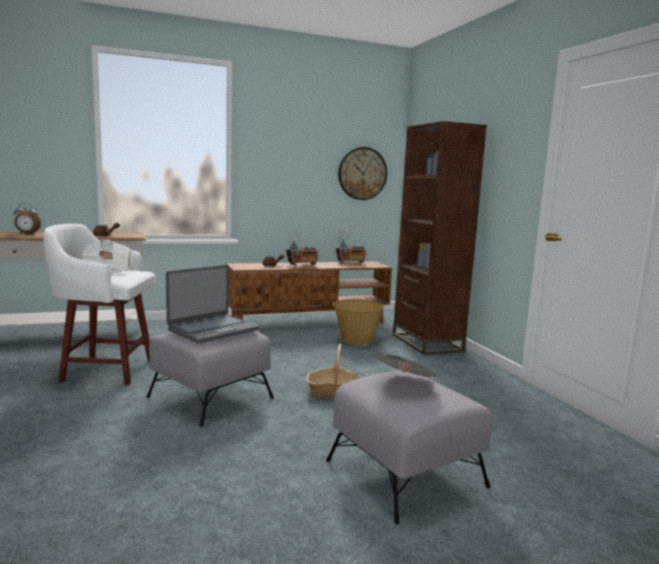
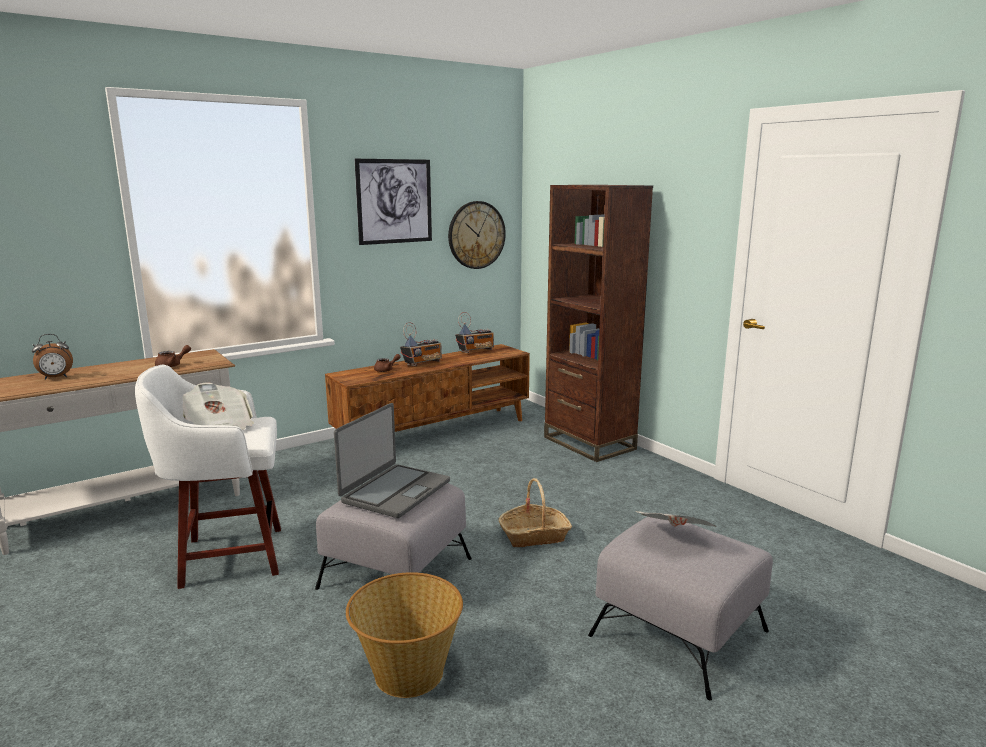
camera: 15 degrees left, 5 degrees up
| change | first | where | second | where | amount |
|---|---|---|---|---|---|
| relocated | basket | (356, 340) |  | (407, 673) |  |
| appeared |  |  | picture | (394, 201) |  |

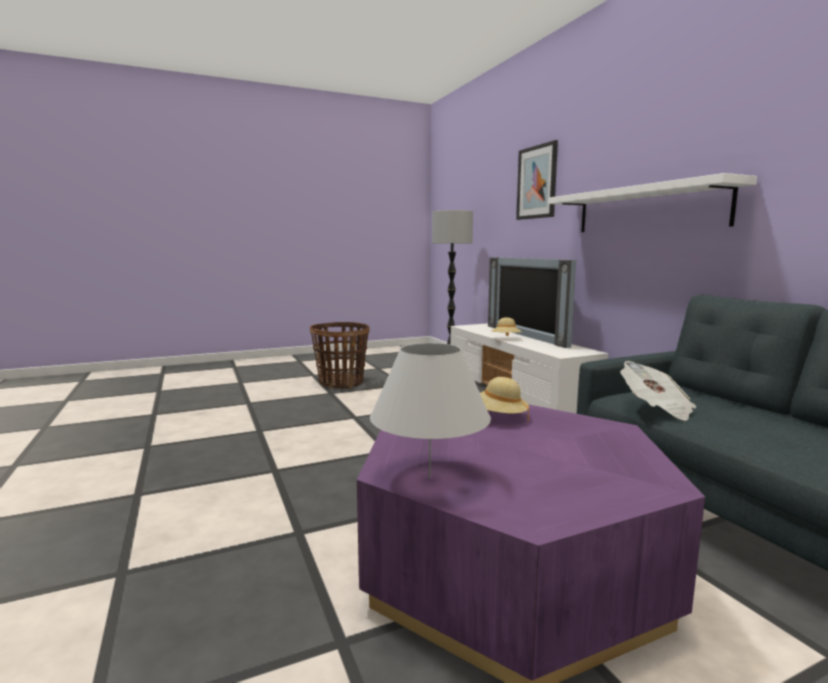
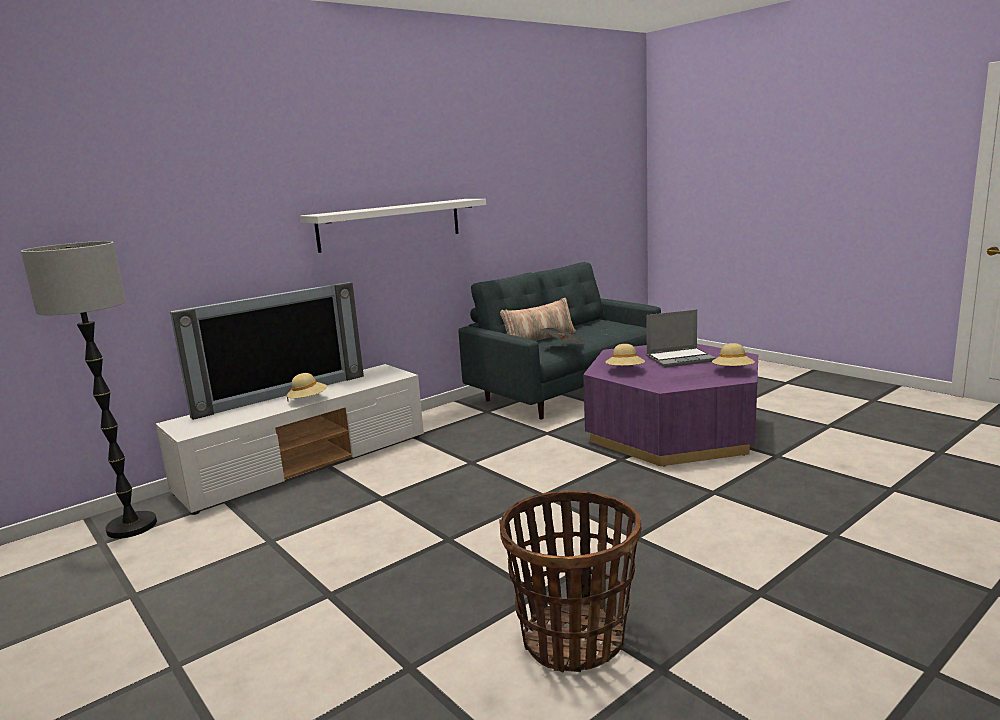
camera: 105 degrees left, 5 degrees up
| change | first | where | second | where | amount |
|---|---|---|---|---|---|
| relocated | basket | (341, 383) |  | (573, 639) |  |
| exchanged | white_table_lamp | (429, 477) | beige_hat | (733, 371) |  |
| missing | picture | (537, 182) |  |  |  |
| appeared |  |  | pillow | (539, 339) |  |
| appeared |  |  | laptop | (680, 359) |  |

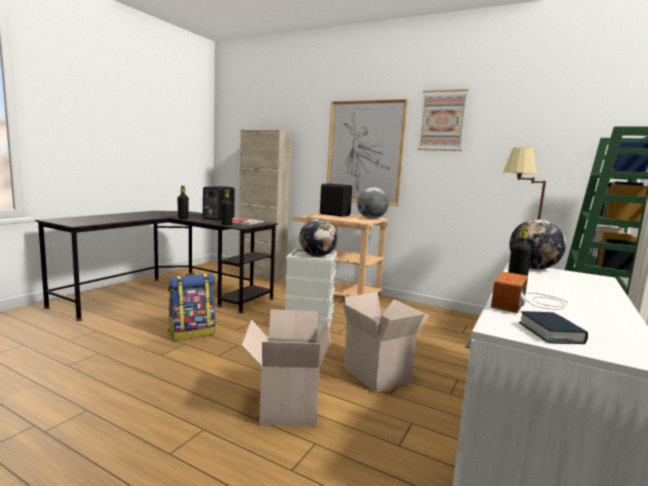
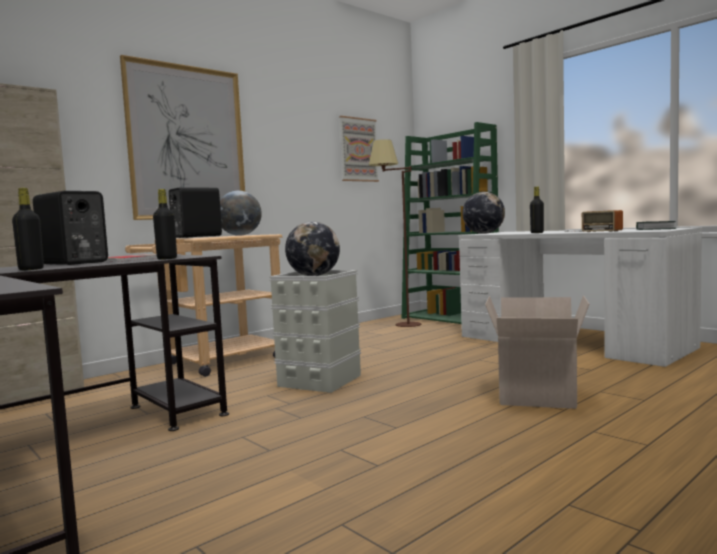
camera: 70 degrees left, 5 degrees down
| change | first | where | second | where | amount |
|---|---|---|---|---|---|
| missing | backpack | (192, 333) |  |  |  |
| missing | cardboard_box | (379, 374) |  |  |  |
| relocated | picture | (442, 120) |  | (358, 150) |  |

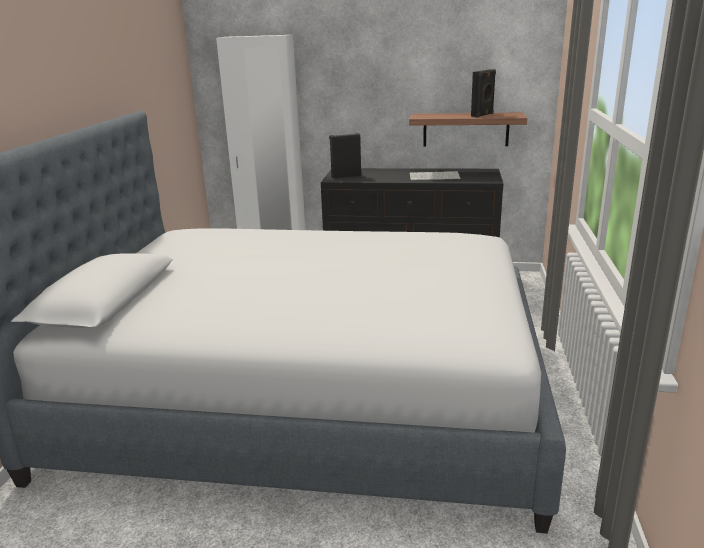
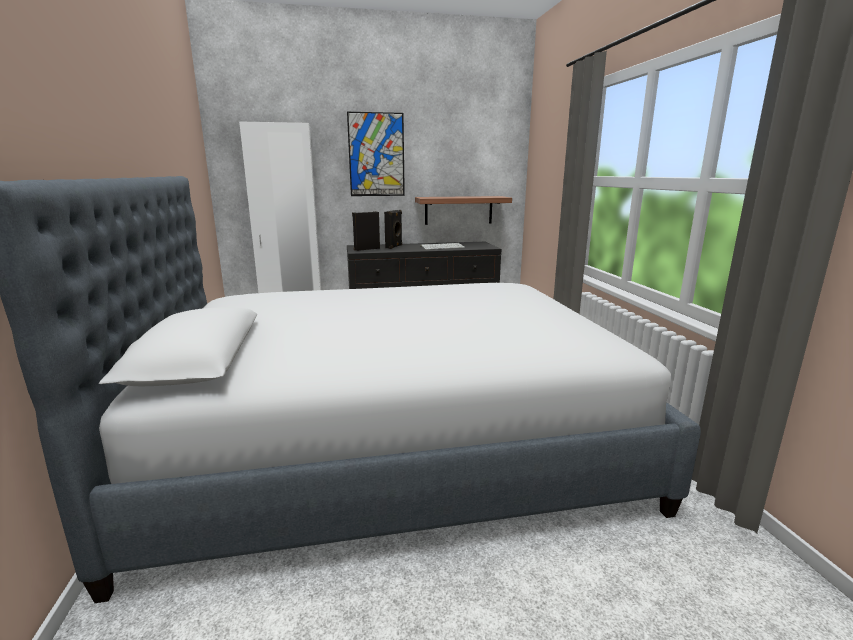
camera: 20 degrees left, 5 degrees down
| change | first | where | second | where | amount |
|---|---|---|---|---|---|
| relocated | black_speaker | (483, 115) |  | (394, 246) |  |
| appeared |  |  | picture | (376, 155) |  |

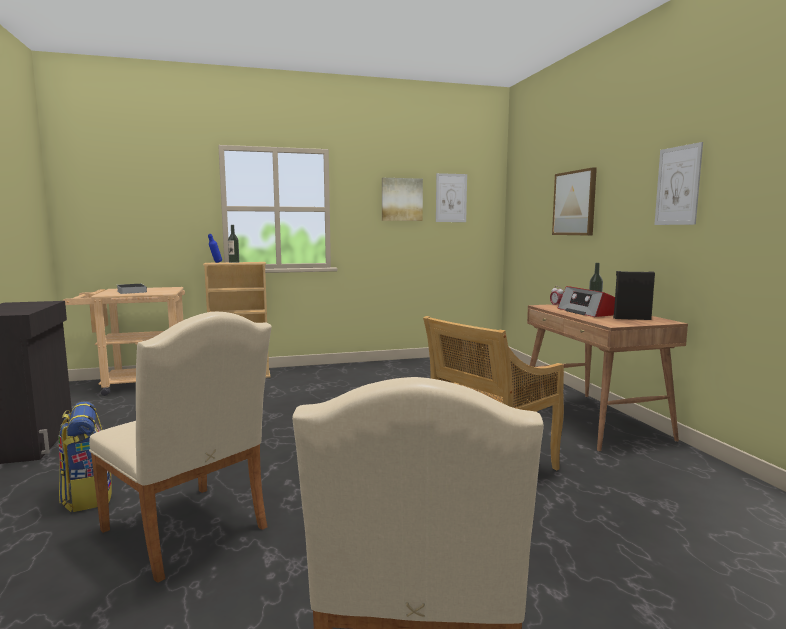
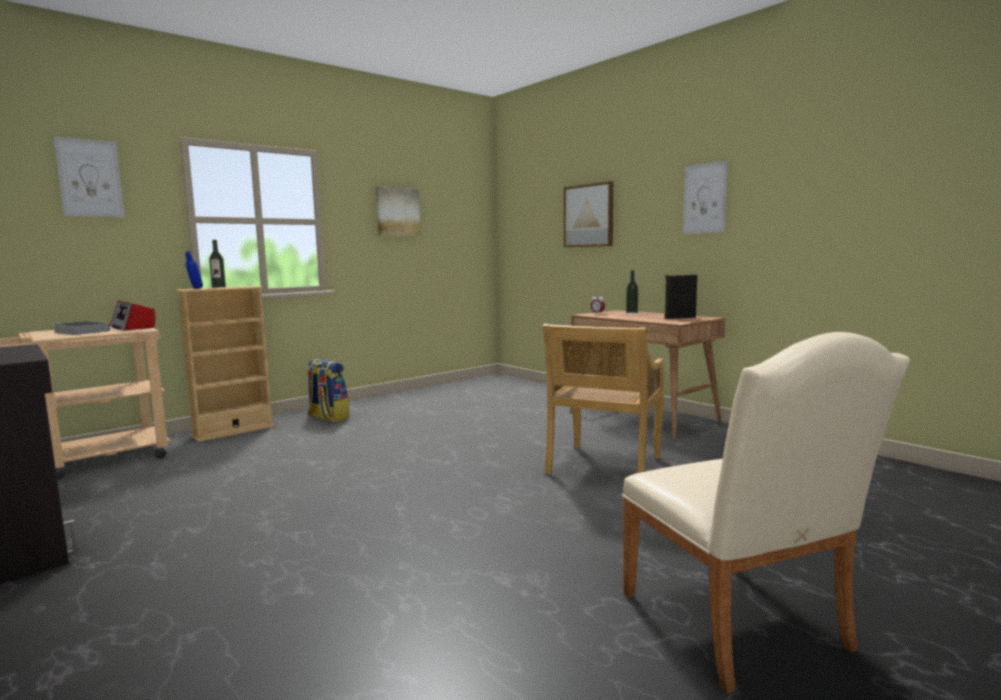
camera: 25 degrees left, 0 degrees up
| change | first | where | second | where | amount |
|---|---|---|---|---|---|
| relocated | backpack | (88, 496) |  | (327, 417) |  |
| missing | beige_chair | (189, 533) |  |  |  |
| relocated | picture | (451, 198) |  | (90, 178) |  |
| relocated | radio | (586, 312) |  | (133, 327) |  |

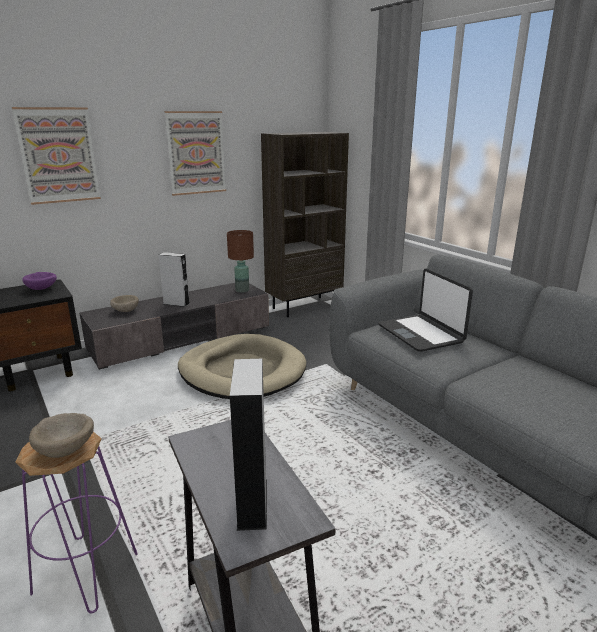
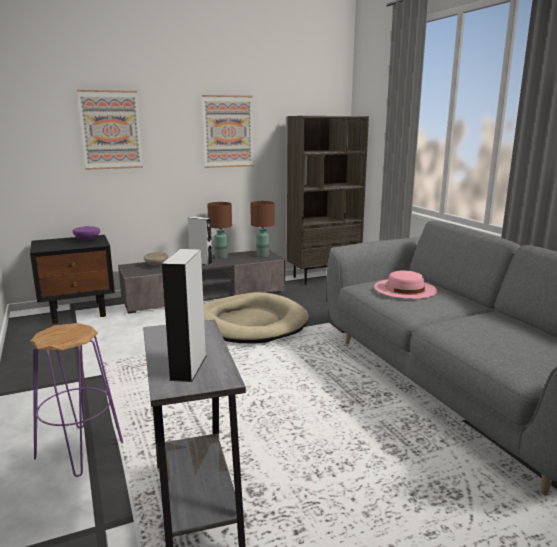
camera: 10 degrees right, 5 degrees down
| change | first | where | second | where | amount |
|---|---|---|---|---|---|
| missing | beige_bowl | (67, 449) |  |  |  |
| exchanged | laptop | (421, 333) | pink_hat | (405, 288) |  |
| appeared |  |  | brown_table_lamp | (221, 257) |  |

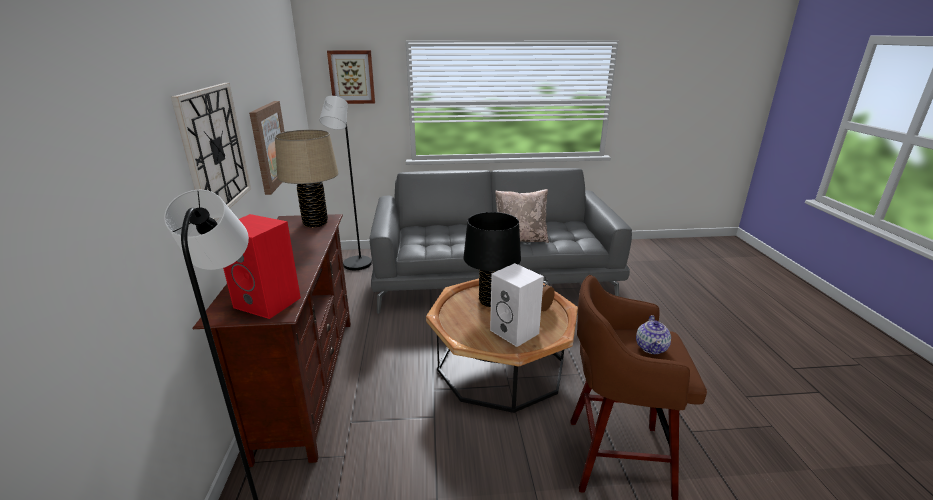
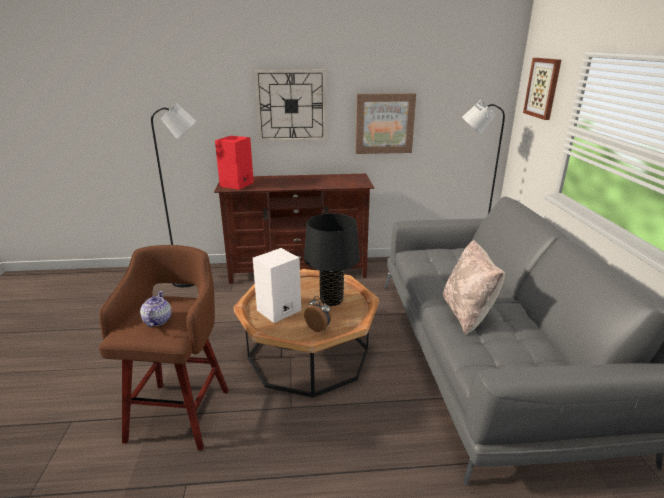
camera: 90 degrees right, 0 degrees up
| change | first | where | second | where | amount |
|---|---|---|---|---|---|
| missing | beige_table_lamp | (315, 223) |  |  |  |
| spun | teapot | (651, 347) |  | (157, 321) | 75 degrees clockwise |

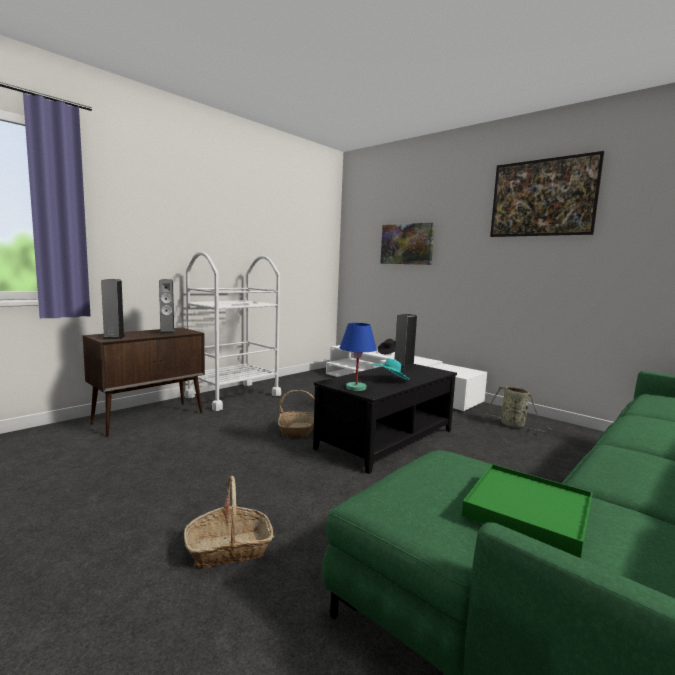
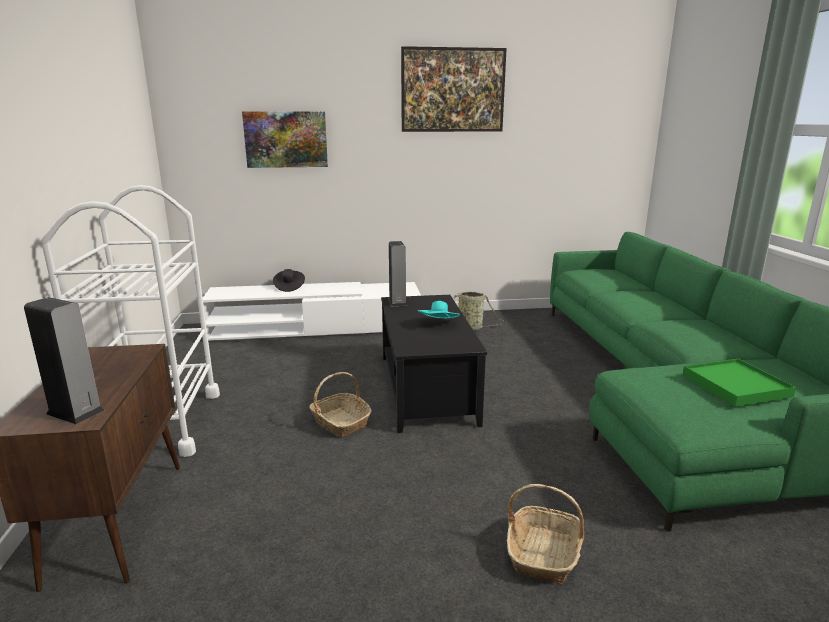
camera: 50 degrees left, 10 degrees up
| change | first | where | second | where | amount |
|---|---|---|---|---|---|
| missing | speaker | (167, 332) |  |  |  |
| missing | blue_table_lamp | (355, 388) |  |  |  |

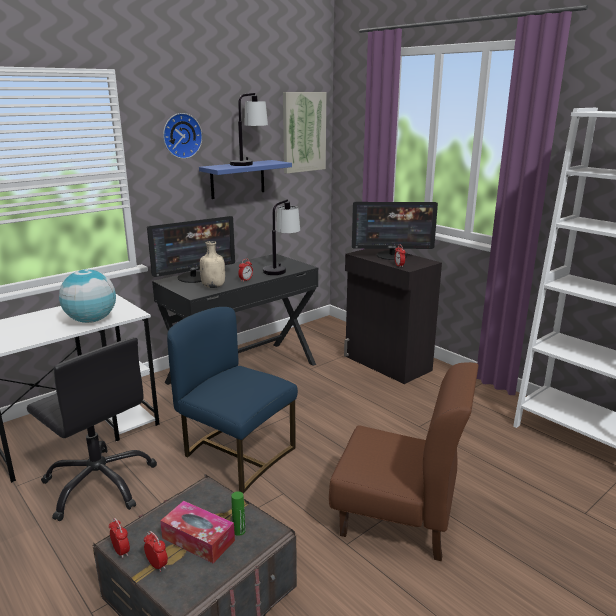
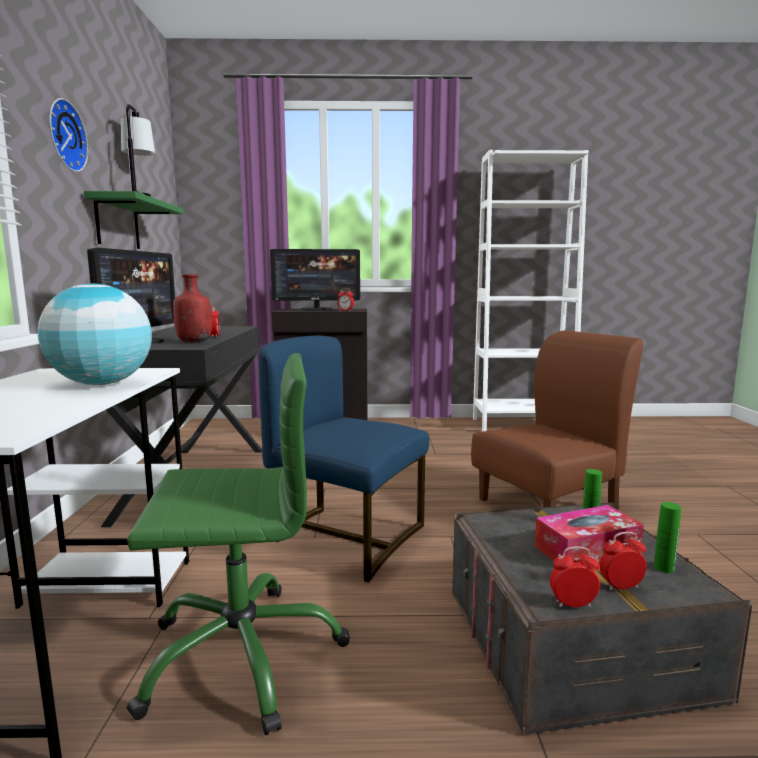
camera: 50 degrees left, 10 degrees down
| change | first | where | second | where | amount |
|---|---|---|---|---|---|
| colour | black_office_chair | (100, 483) | green_office_chair | (242, 654) |  |
| spun | blue_chair | (236, 455) |  | (345, 537) | 45 degrees clockwise |
| colour | blue_shelf | (237, 179) | green_shelf | (117, 223) |  |
| colour | beige_bottle | (213, 286) | red_bottle | (194, 342) |  |
| missing | table_lamp | (281, 269) |  |  |  |
| missing | picture | (303, 132) |  |  |  |
| spun | monitor | (392, 255) |  | (317, 309) | 45 degrees clockwise |
| appeared |  |  | green_bottle | (664, 568) |  |

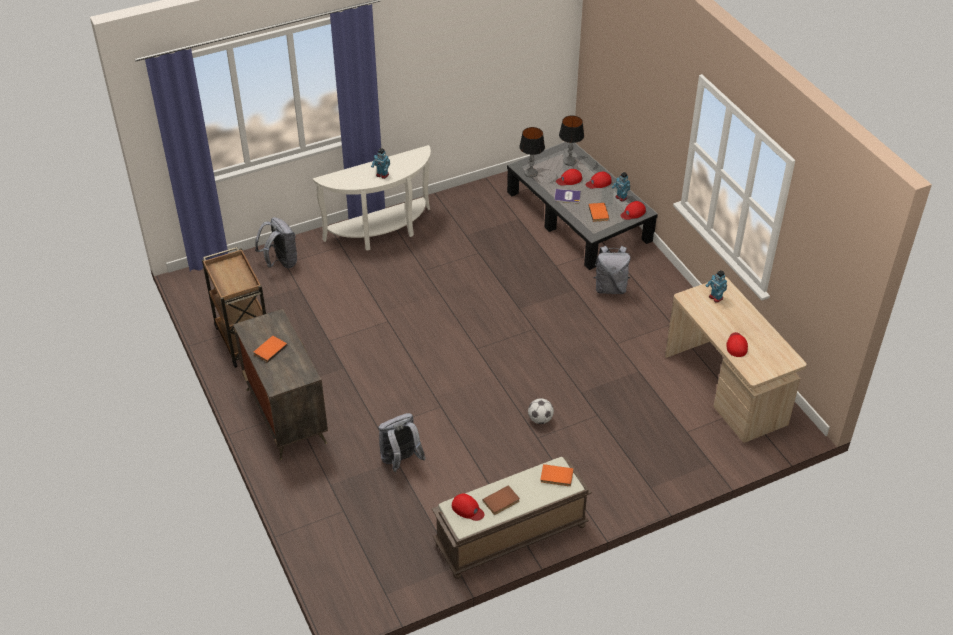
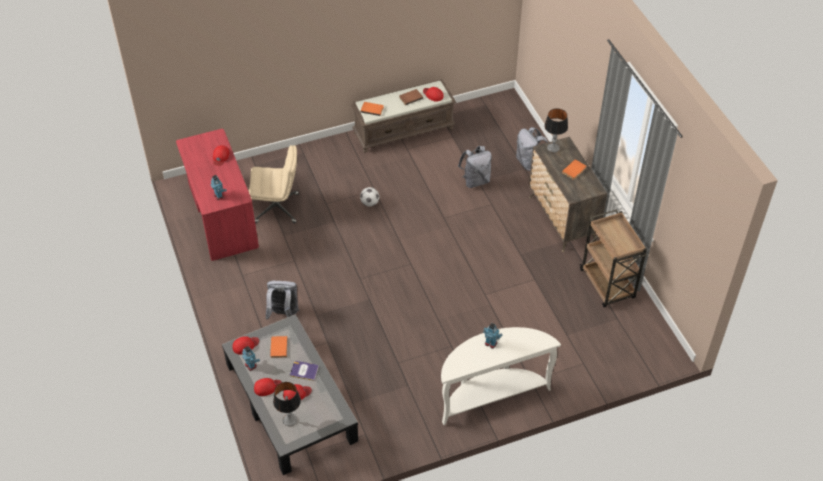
camera: 175 degrees left, 5 degrees up
| change | first | where | second | where | amount |
|---|---|---|---|---|---|
| relocated | grey_backpack | (280, 262) |  | (529, 163) |  |
| relocated | table_lamp | (531, 173) |  | (553, 148) |  |
| colour | beige_desk | (726, 389) | red_desk | (221, 216) |  |
| appeared |  |  | beige_office_chair | (277, 208) |  |

